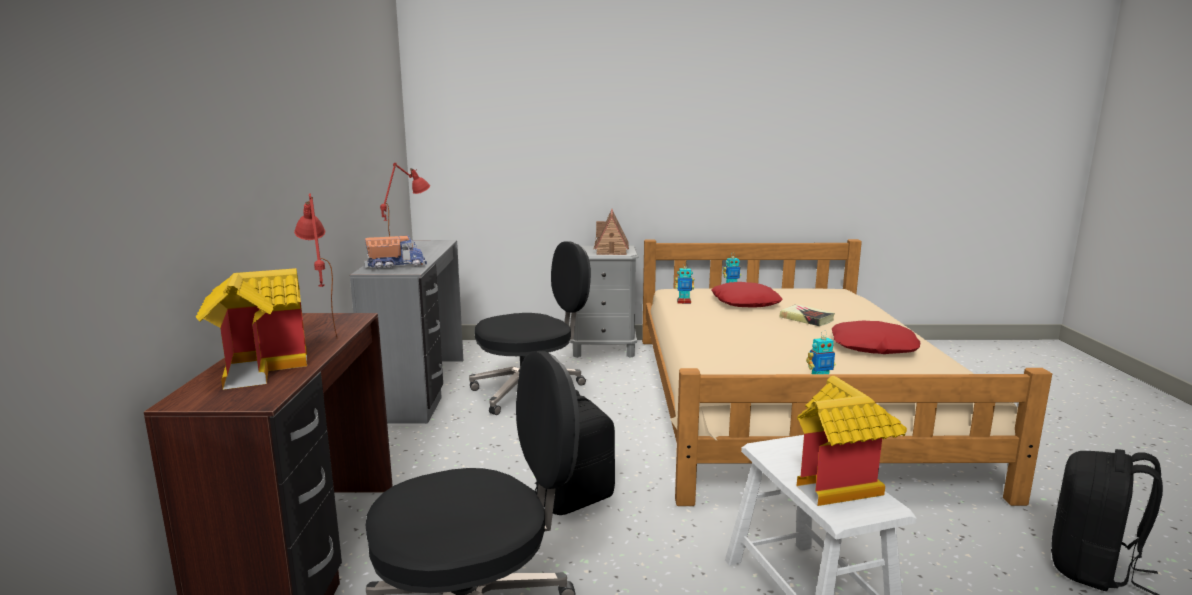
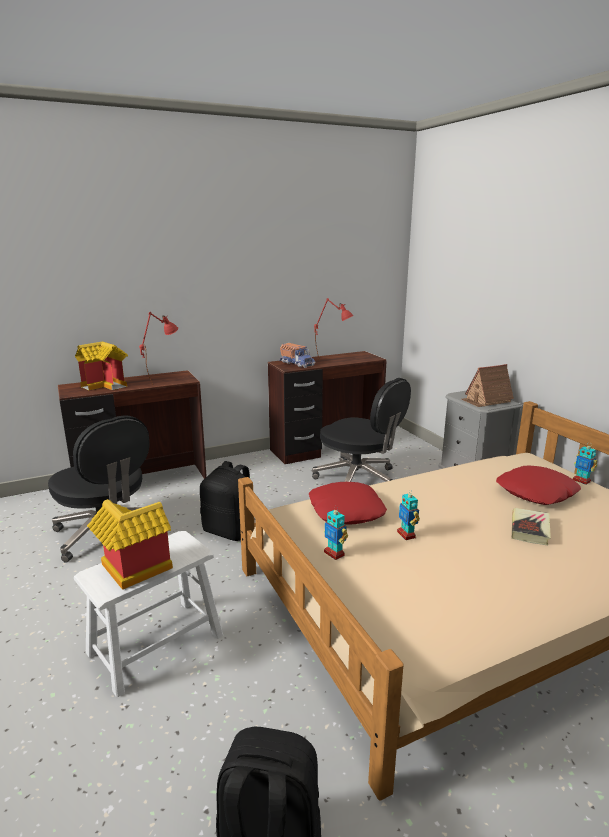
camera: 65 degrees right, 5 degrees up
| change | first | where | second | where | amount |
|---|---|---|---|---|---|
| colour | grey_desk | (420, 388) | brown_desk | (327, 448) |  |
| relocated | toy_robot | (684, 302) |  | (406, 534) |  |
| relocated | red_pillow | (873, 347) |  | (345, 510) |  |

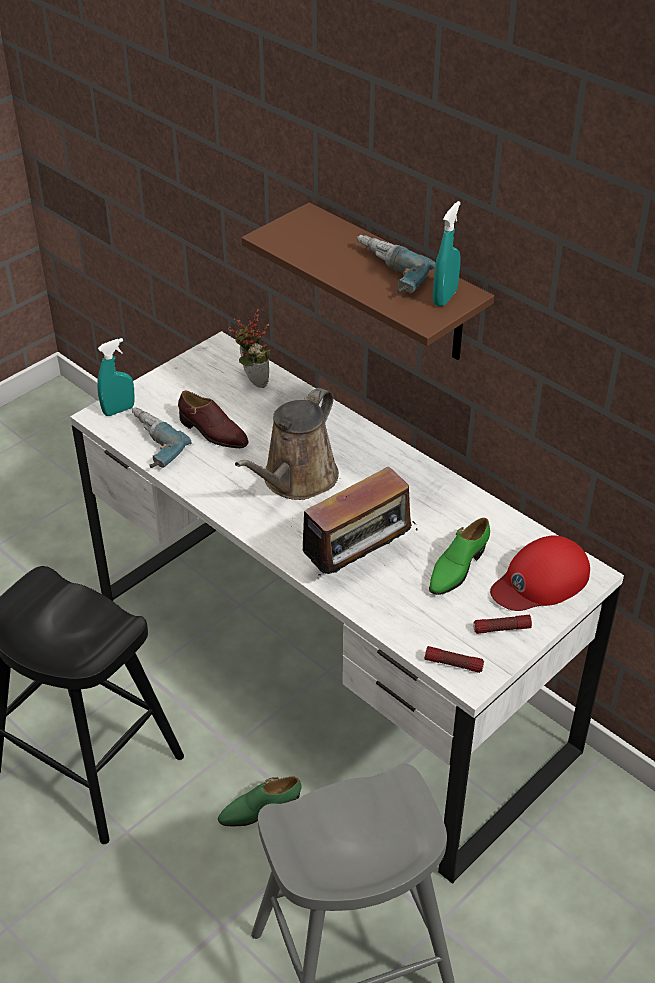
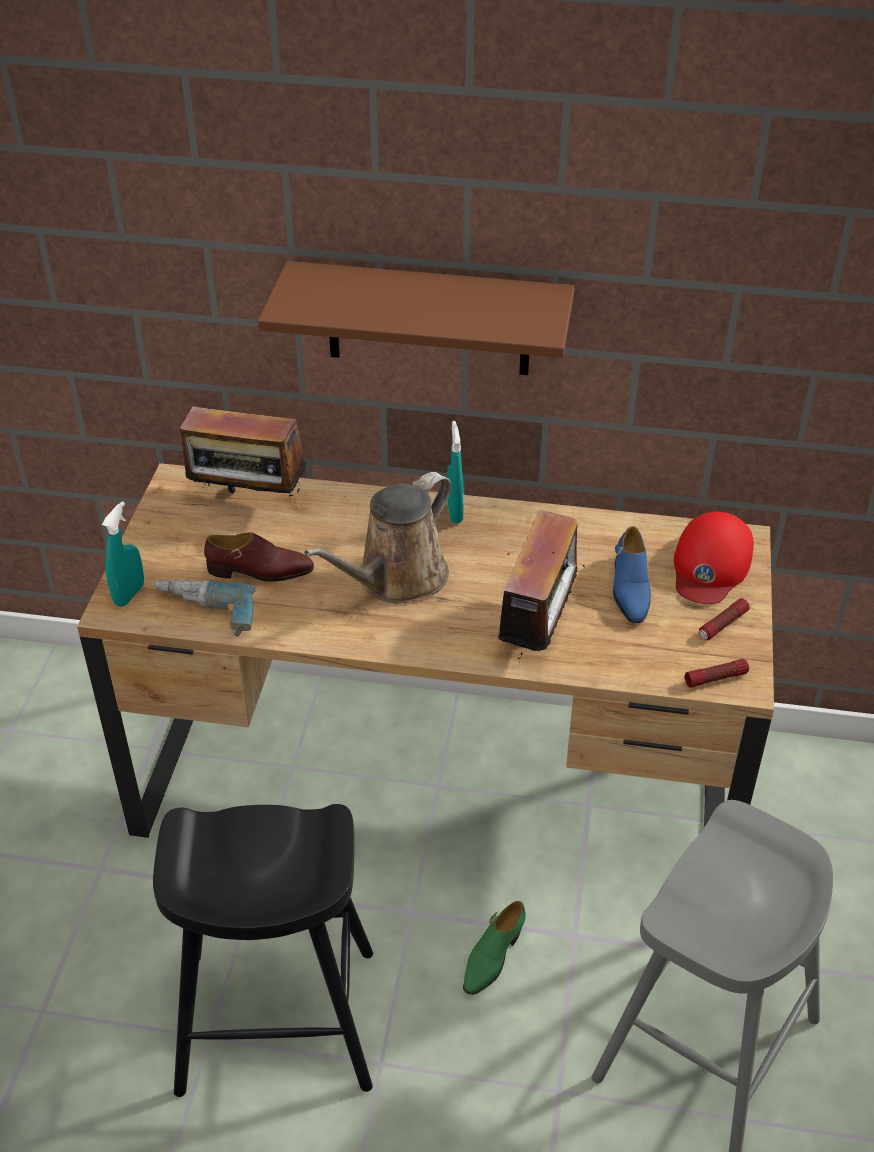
camera: 35 degrees left, 0 degrees up
| change | first | where | second | where | amount |
|---|---|---|---|---|---|
| colour | white_desk | (327, 669) | brown_desk | (437, 784) |  |
| exchanged | potted_plant | (252, 381) | radio | (248, 500) |  |
| spun | brown_watering_can | (296, 480) |  | (396, 579) | 45 degrees clockwise |
| missing | power_drill | (383, 273) |  |  |  |
| colour | green_shoe | (457, 568) | blue_shoe | (629, 589) |  |
| relocated | turquoise_spray_bottle | (445, 297) |  | (454, 512) |  |

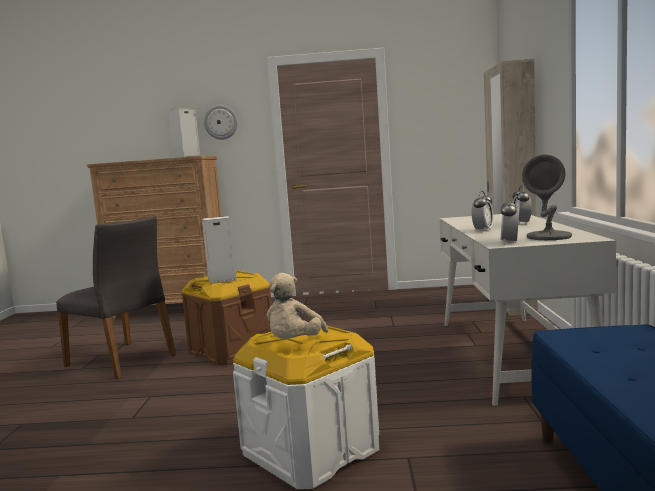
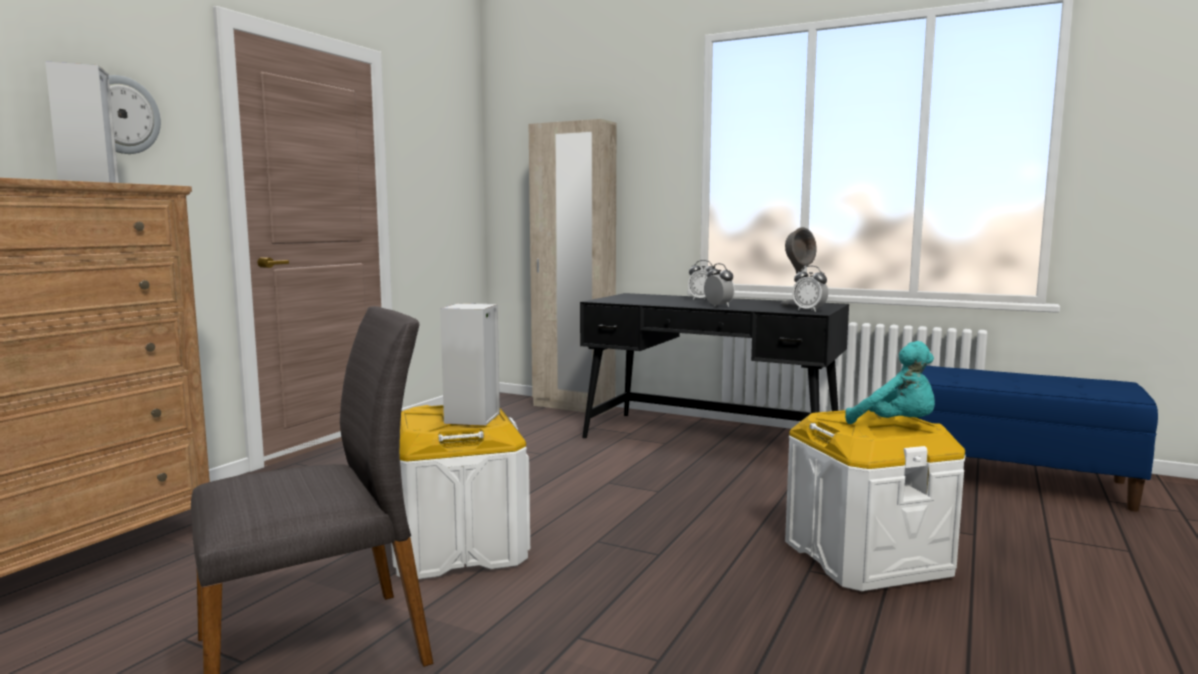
camera: 65 degrees left, 0 degrees up
| change | first | where | second | where | amount |
|---|---|---|---|---|---|
| colour | brown_storage_box | (232, 350) | white_storage_box | (457, 548) |  |
| colour | beige_plush_toy | (294, 343) | turquoise_plush_toy | (897, 425) |  |
| colour | white_desk | (511, 354) | black_desk | (710, 440) |  |

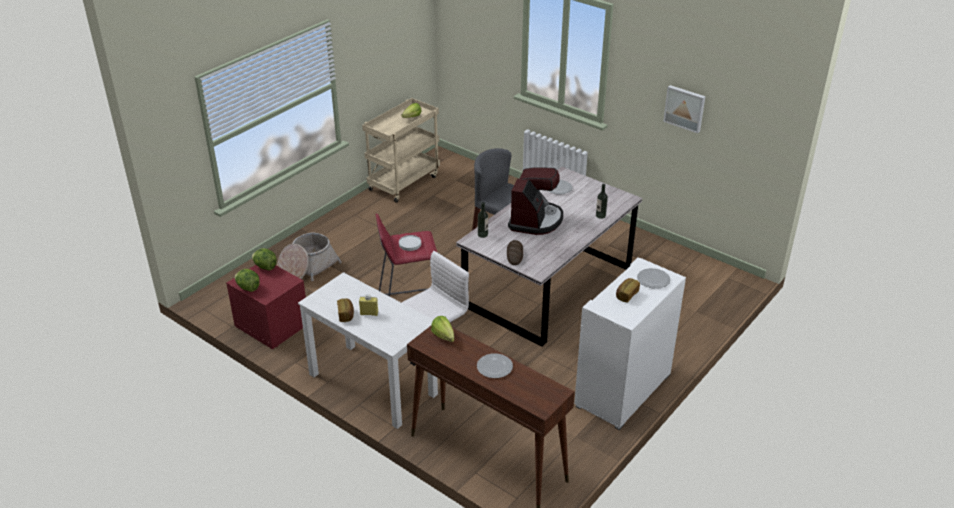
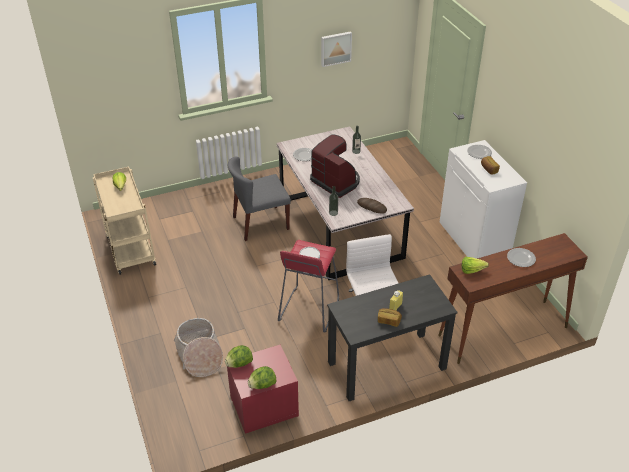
camera: 60 degrees left, 5 degrees up
| change | first | where | second | where | amount |
|---|---|---|---|---|---|
| colour | white_desk | (372, 384) | black_desk | (386, 365) |  |

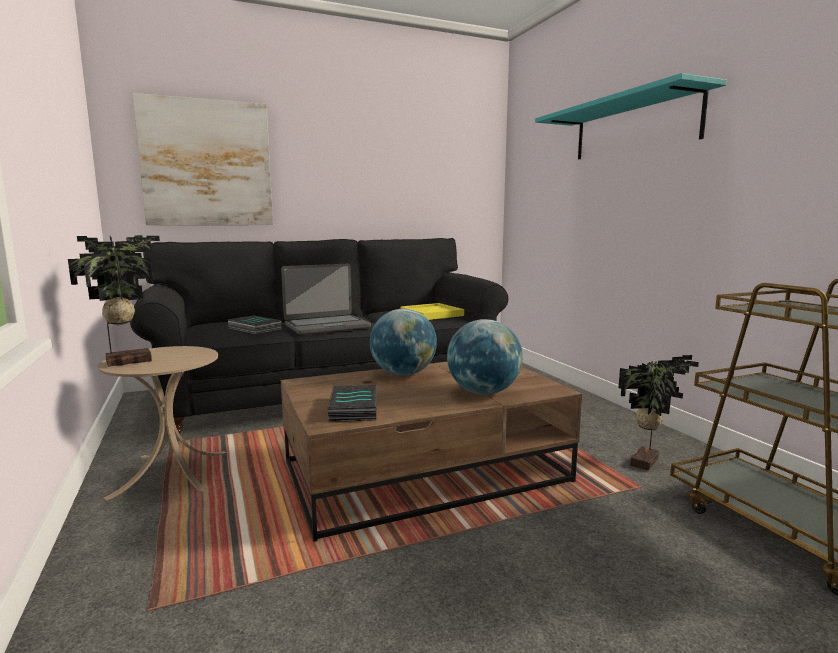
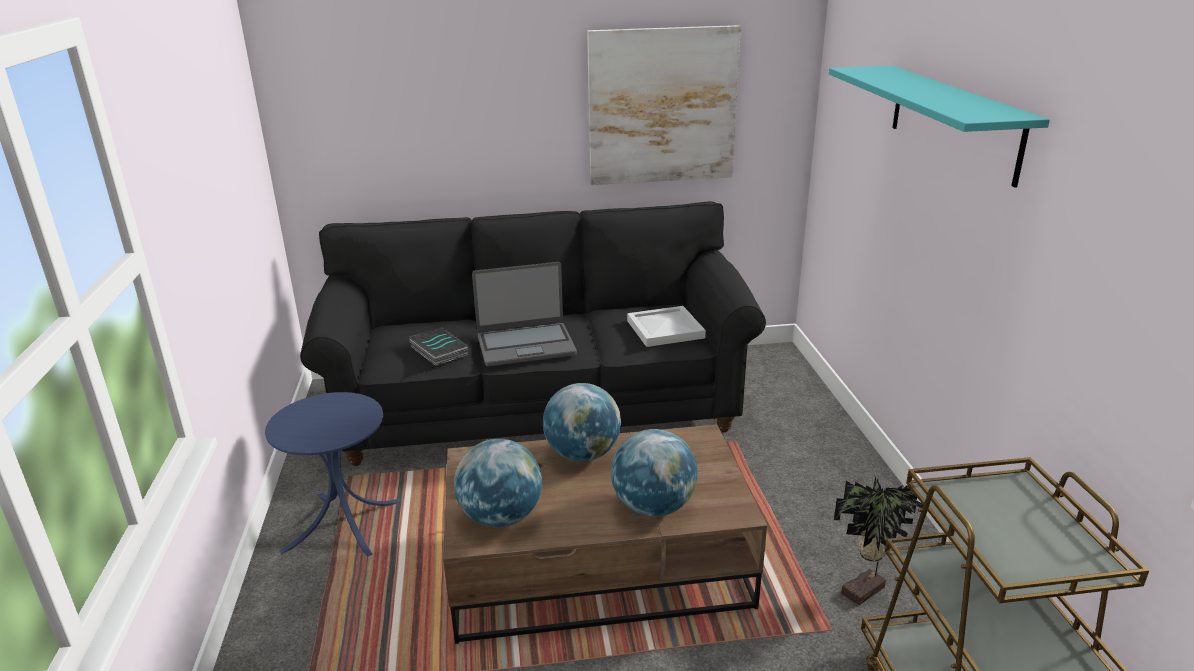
camera: 15 degrees right, 15 degrees up
| change | first | where | second | where | amount |
|---|---|---|---|---|---|
| missing | potted_plant | (127, 361) |  |  |  |
| colour | beige_side_table | (172, 473) | blue_side_table | (344, 524) |  |
| relocated | picture | (207, 163) |  | (662, 106) |  |
| exchanged | book | (352, 408) | globe | (501, 517) |  |
| colour | yellow_tray | (432, 314) | white_tray | (666, 329) |  |

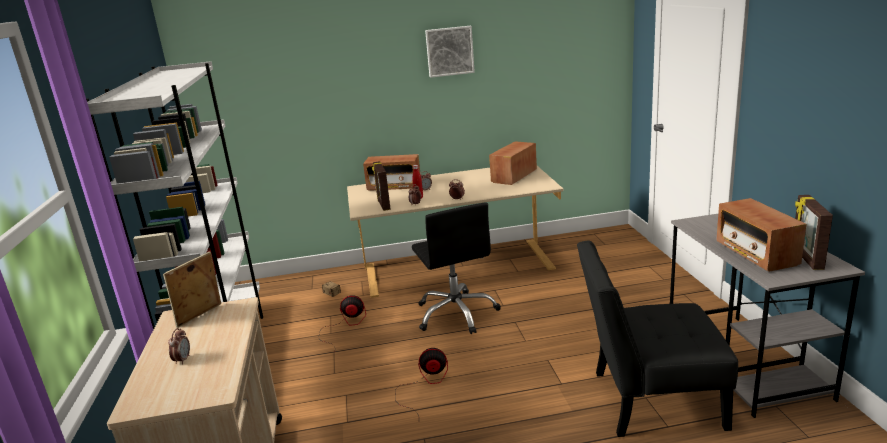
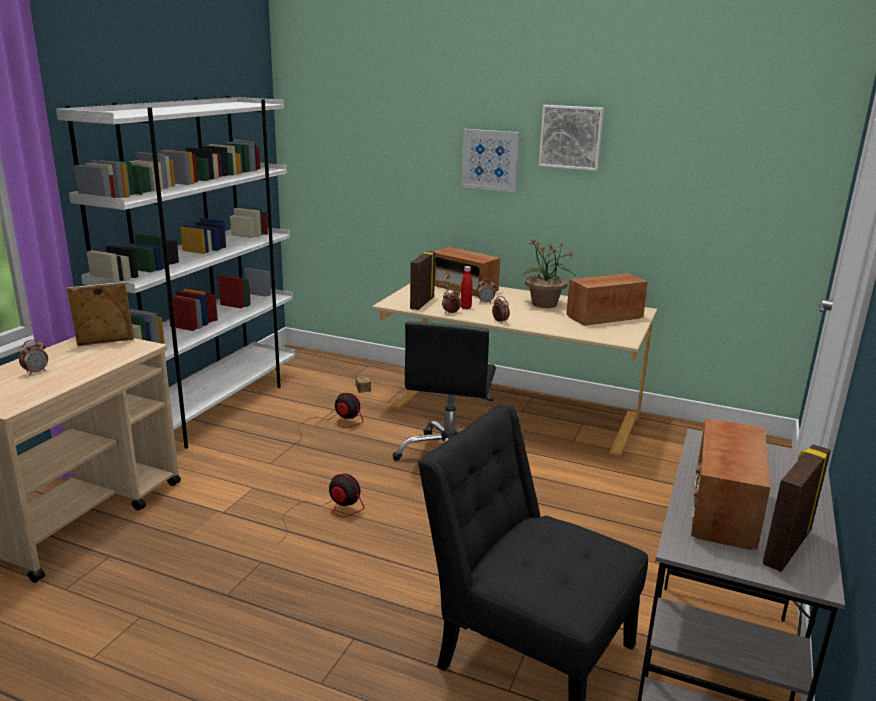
camera: 30 degrees right, 0 degrees up
| change | first | where | second | where | amount |
|---|---|---|---|---|---|
| appeared |  |  | picture | (490, 160) |  |
| appeared |  |  | potted_plant | (544, 304) |  |

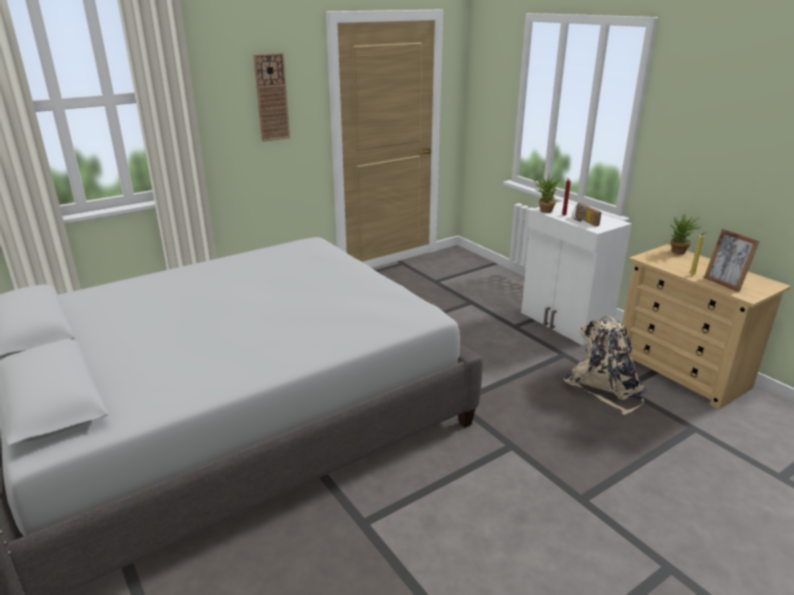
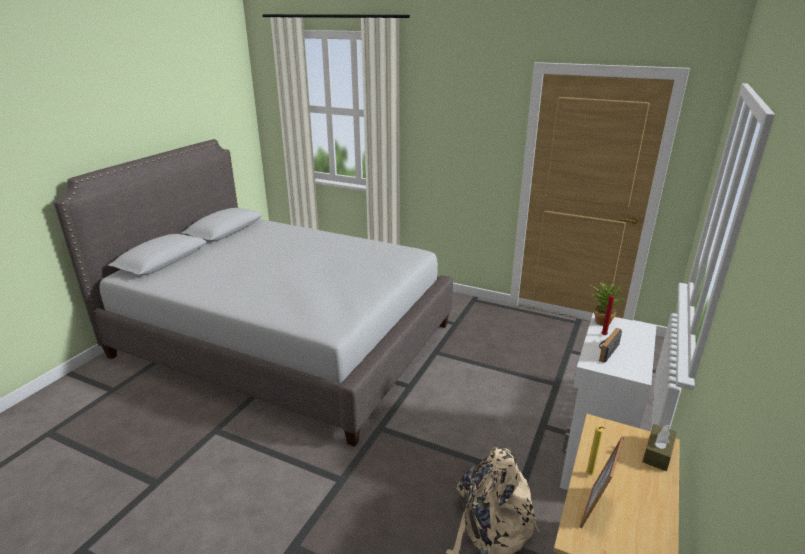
camera: 60 degrees right, 0 degrees up
| change | first | where | second | where | amount |
|---|---|---|---|---|---|
| missing | wall_clock | (271, 97) |  |  |  |
| exchanged | potted_plant | (678, 253) | brown_tissue_box | (657, 453) |  |

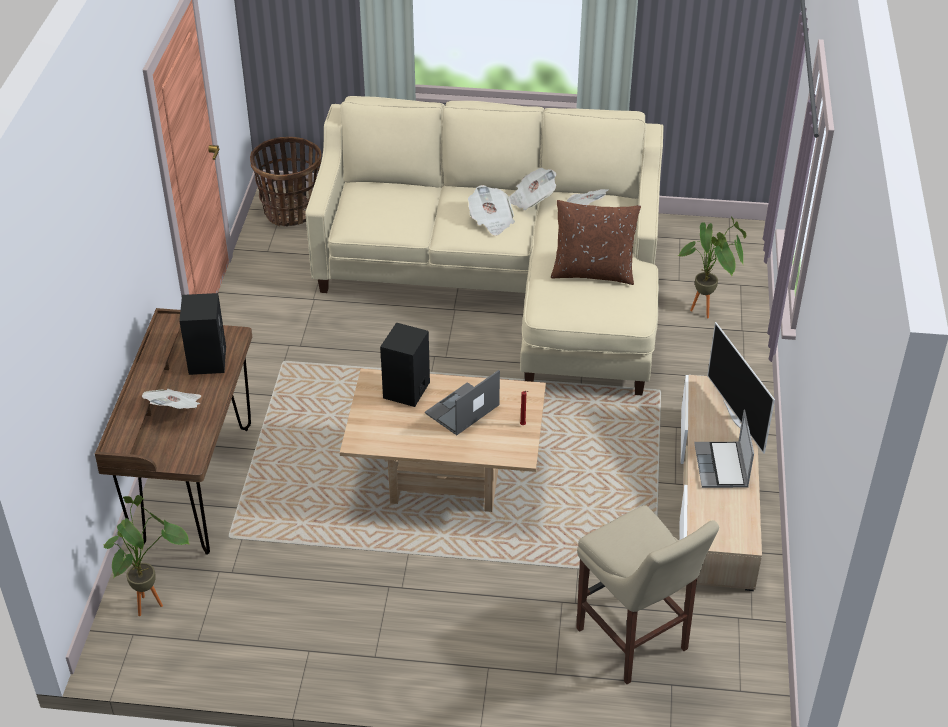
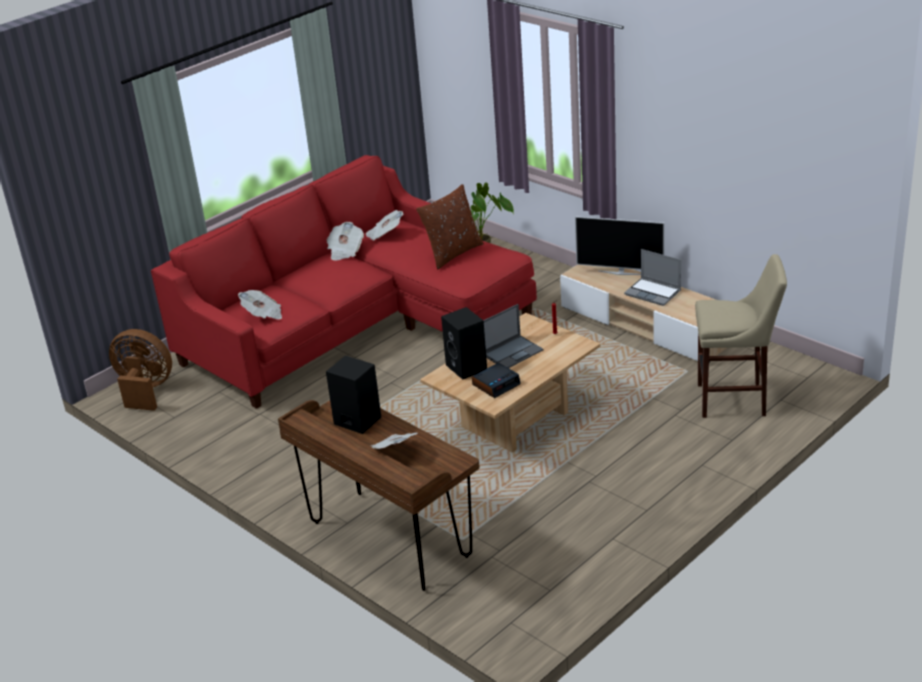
camera: 50 degrees left, 10 degrees down
| change | first | where | second | where | amount |
|---|---|---|---|---|---|
| missing | potted_plant | (153, 602) |  |  |  |
| exchanged | basket | (291, 212) | brown_fan | (145, 391) |  |
| colour | beige_sofa | (507, 281) | red_sofa | (356, 325) |  |
| spun | laptop | (461, 410) |  | (513, 352) | 120 degrees counterclockwise |
| relocated | newspaper | (491, 221) |  | (263, 315) |  |
| appeared |  |  | alarm_clock | (496, 384) |  |

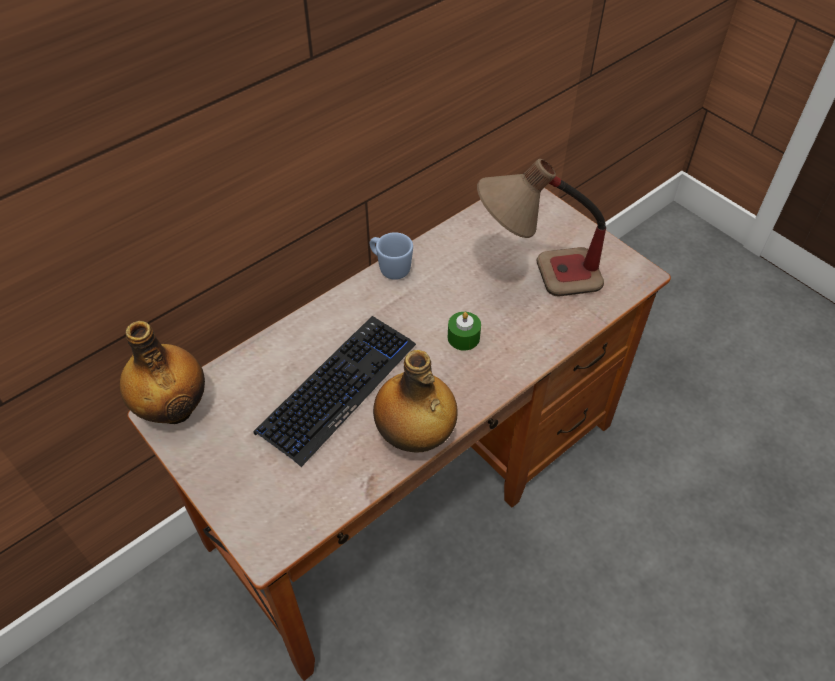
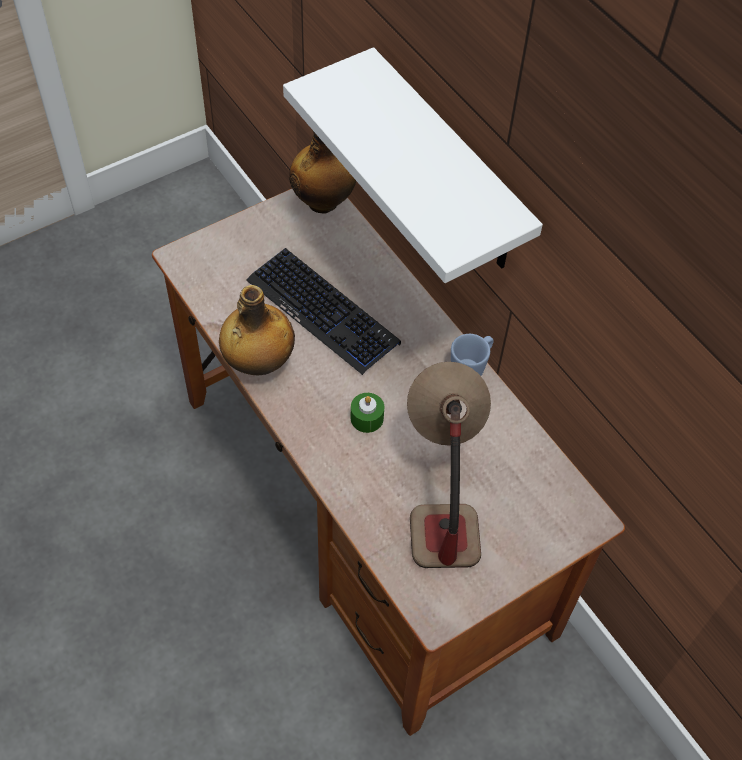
camera: 95 degrees right, 5 degrees up
| change | first | where | second | where | amount |
|---|---|---|---|---|---|
| appeared |  |  | white_shelf | (449, 167) |  |

